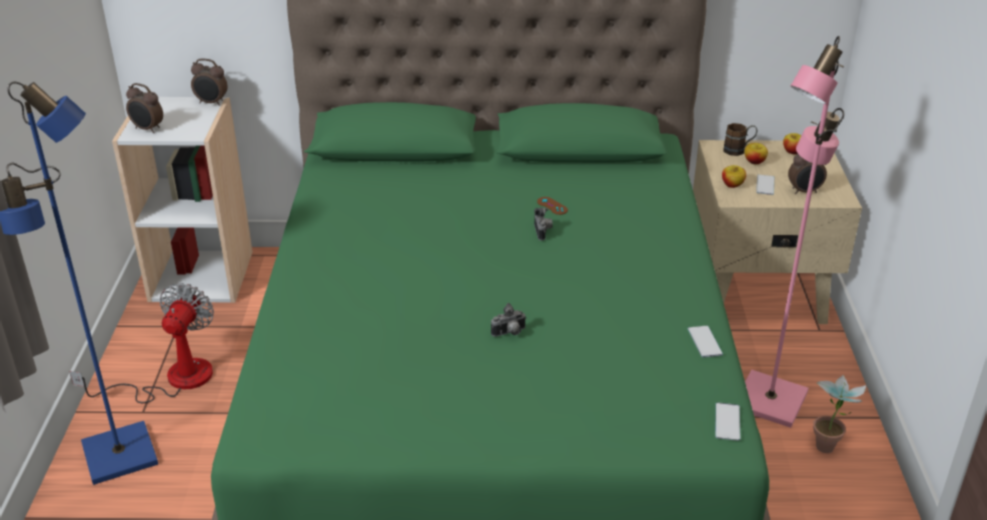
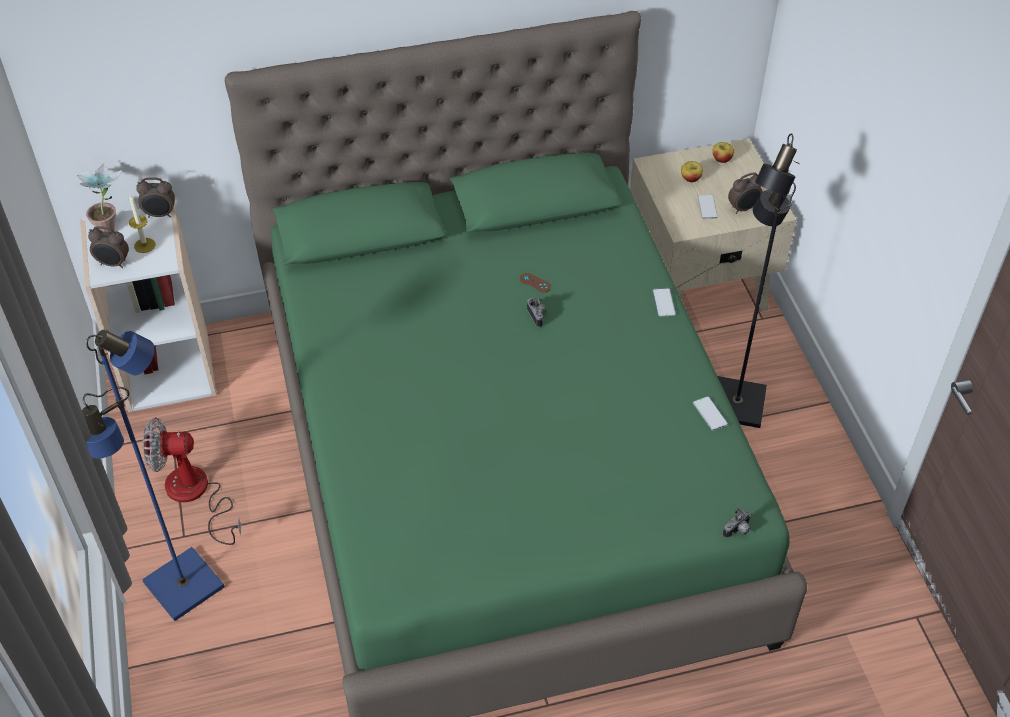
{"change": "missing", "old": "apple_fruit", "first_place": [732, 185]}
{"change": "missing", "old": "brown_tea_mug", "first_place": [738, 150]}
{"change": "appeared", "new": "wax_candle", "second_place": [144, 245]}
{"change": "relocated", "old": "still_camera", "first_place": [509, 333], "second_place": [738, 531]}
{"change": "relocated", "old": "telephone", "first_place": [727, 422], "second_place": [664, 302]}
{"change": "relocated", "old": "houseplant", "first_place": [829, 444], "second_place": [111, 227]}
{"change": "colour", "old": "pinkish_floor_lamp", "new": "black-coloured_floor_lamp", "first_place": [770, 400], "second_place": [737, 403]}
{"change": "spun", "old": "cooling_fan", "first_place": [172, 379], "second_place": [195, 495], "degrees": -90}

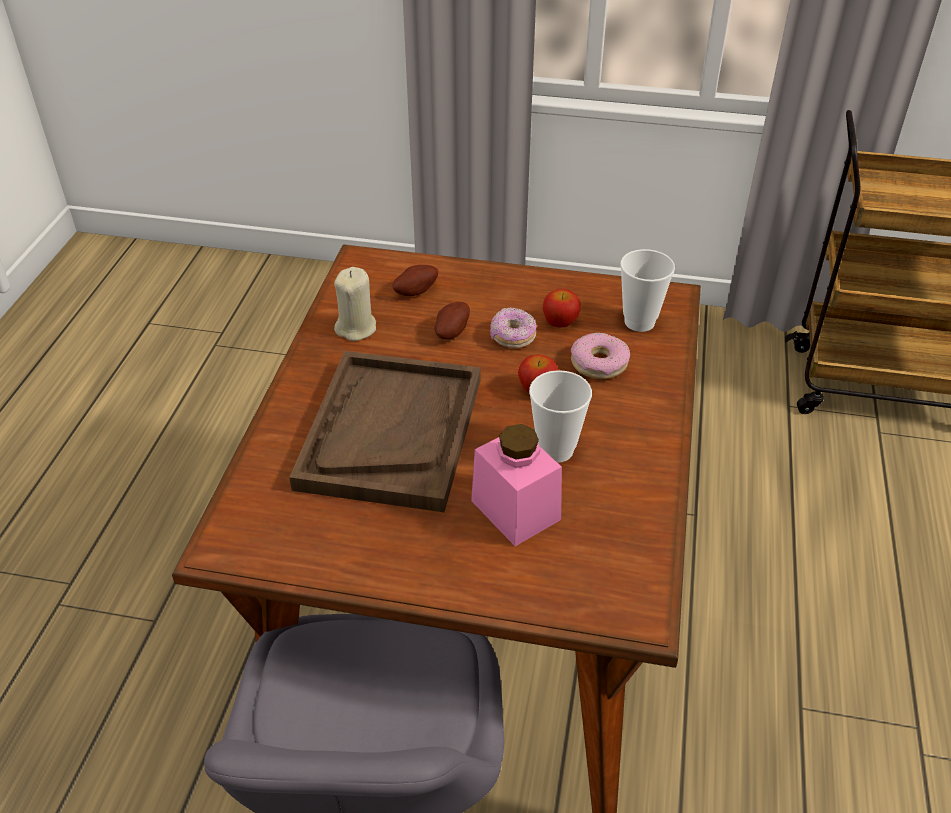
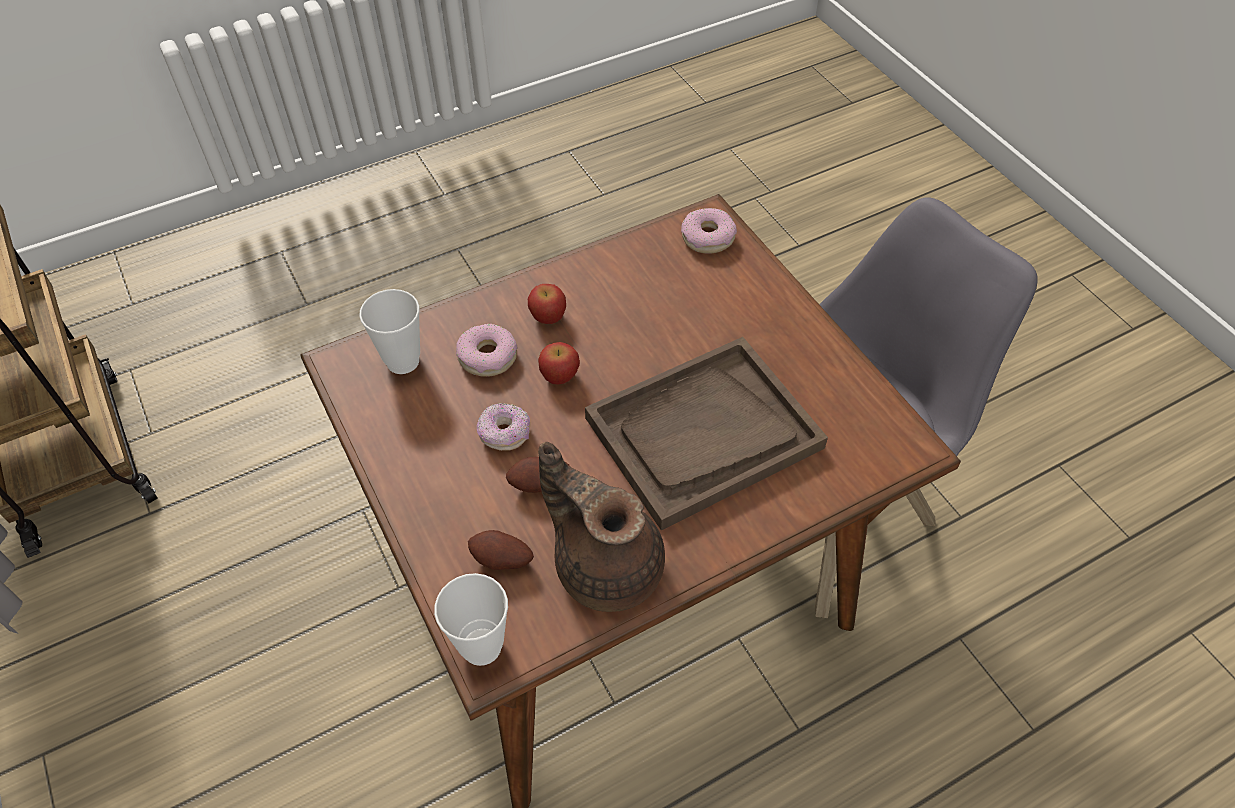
{"change": "missing", "old": "pinkish_preserve_jar", "first_place": [515, 510]}
{"change": "appeared", "new": "ring_doughnut", "second_place": [708, 237]}
{"change": "relocated", "old": "cup", "first_place": [556, 450], "second_place": [481, 646]}
{"change": "relocated", "old": "apple_fruit", "first_place": [560, 322], "second_place": [547, 317]}
{"change": "exchanged", "old": "beige-coloured_wax_candle", "new": "brown_teapot", "first_place": [356, 328], "second_place": [605, 564]}

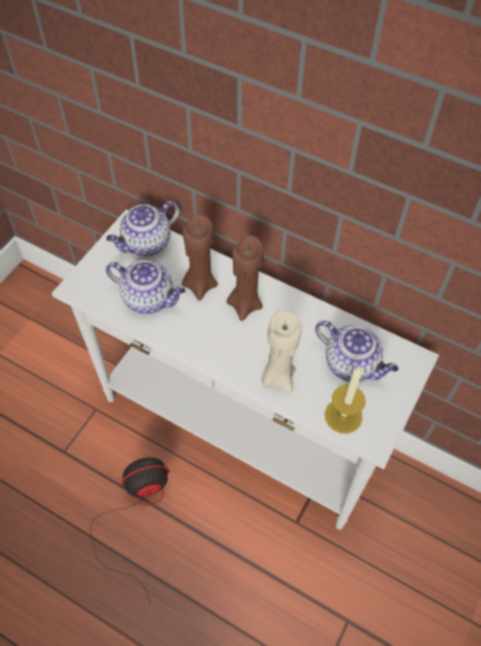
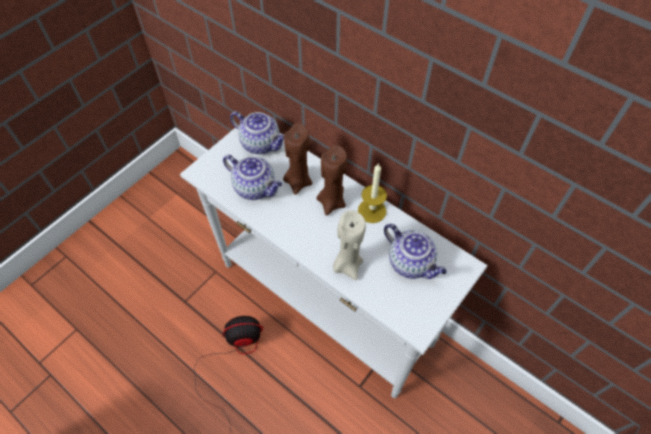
{"change": "relocated", "old": "wax_candle", "first_place": [343, 416], "second_place": [372, 211]}
{"change": "spun", "old": "teapot", "first_place": [146, 244], "second_place": [261, 144], "degrees": -120}

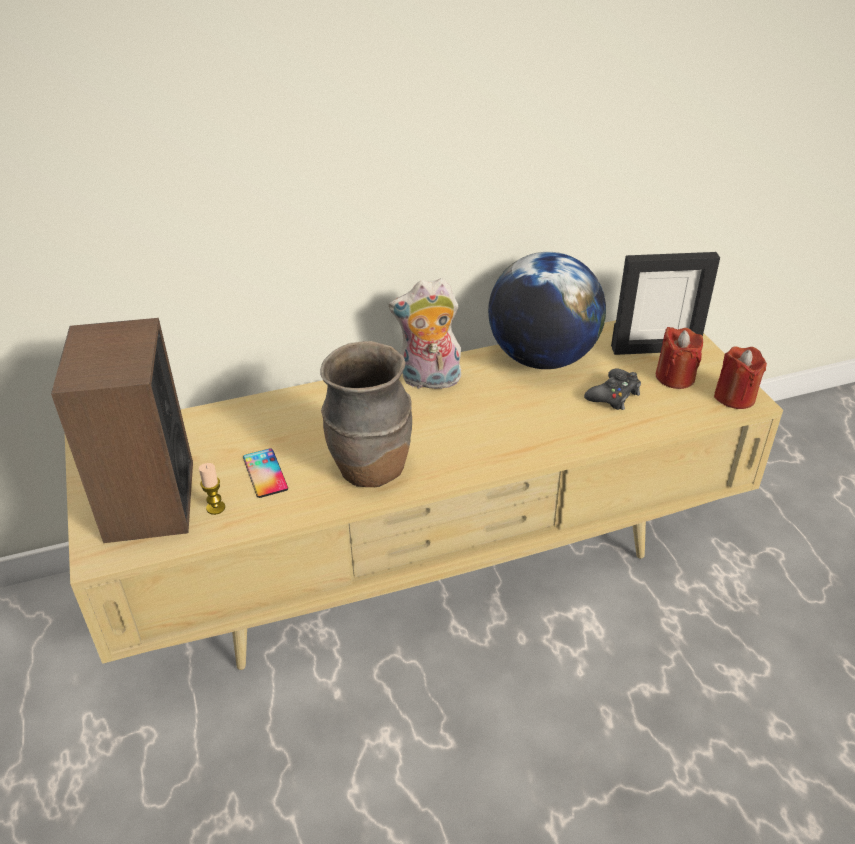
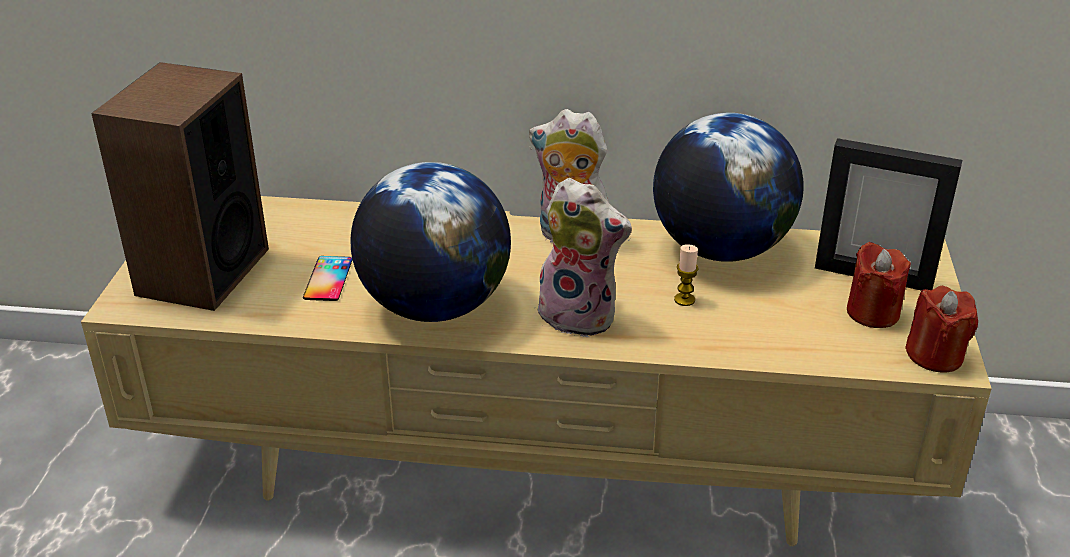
{"change": "missing", "old": "black-coloured_joypad", "first_place": [613, 395]}
{"change": "appeared", "new": "plush_toy", "second_place": [581, 315]}
{"change": "relocated", "old": "wax_candle", "first_place": [215, 508], "second_place": [684, 300]}
{"change": "exchanged", "old": "brown_decorative_vase", "new": "world_globe", "first_place": [370, 470], "second_place": [434, 307]}

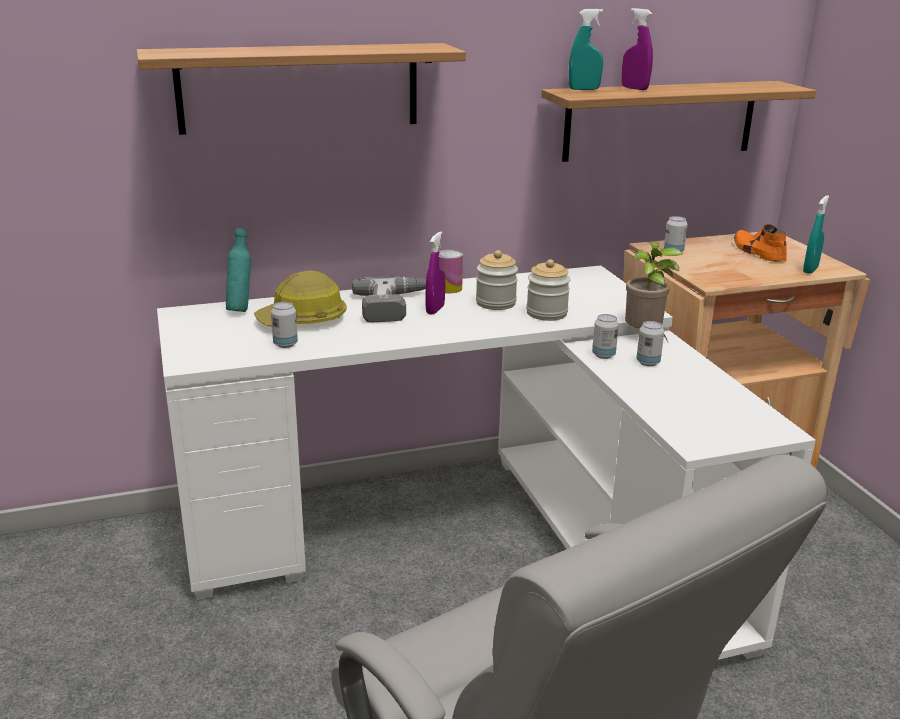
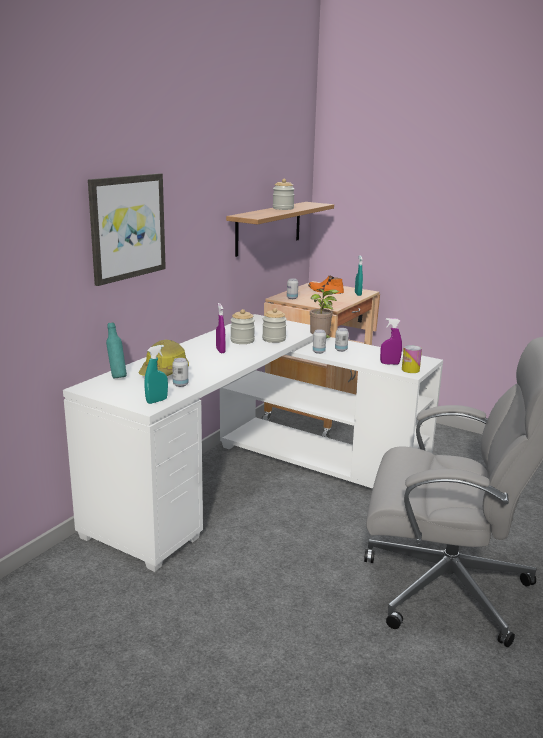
{"change": "missing", "old": "drill", "first_place": [395, 306]}
{"change": "appeared", "new": "preserve_jar", "second_place": [283, 208]}
{"change": "relocated", "old": "can", "first_place": [448, 288], "second_place": [410, 370]}
{"change": "relocated", "old": "turquoise_spray_bottle", "first_place": [584, 89], "second_place": [157, 401]}
{"change": "relocated", "old": "purple-coloured_spray_bottle", "first_place": [634, 88], "second_place": [389, 364]}
{"change": "exchanged", "old": "wall_shelf", "new": "wall_picture", "first_place": [299, 88], "second_place": [127, 227]}

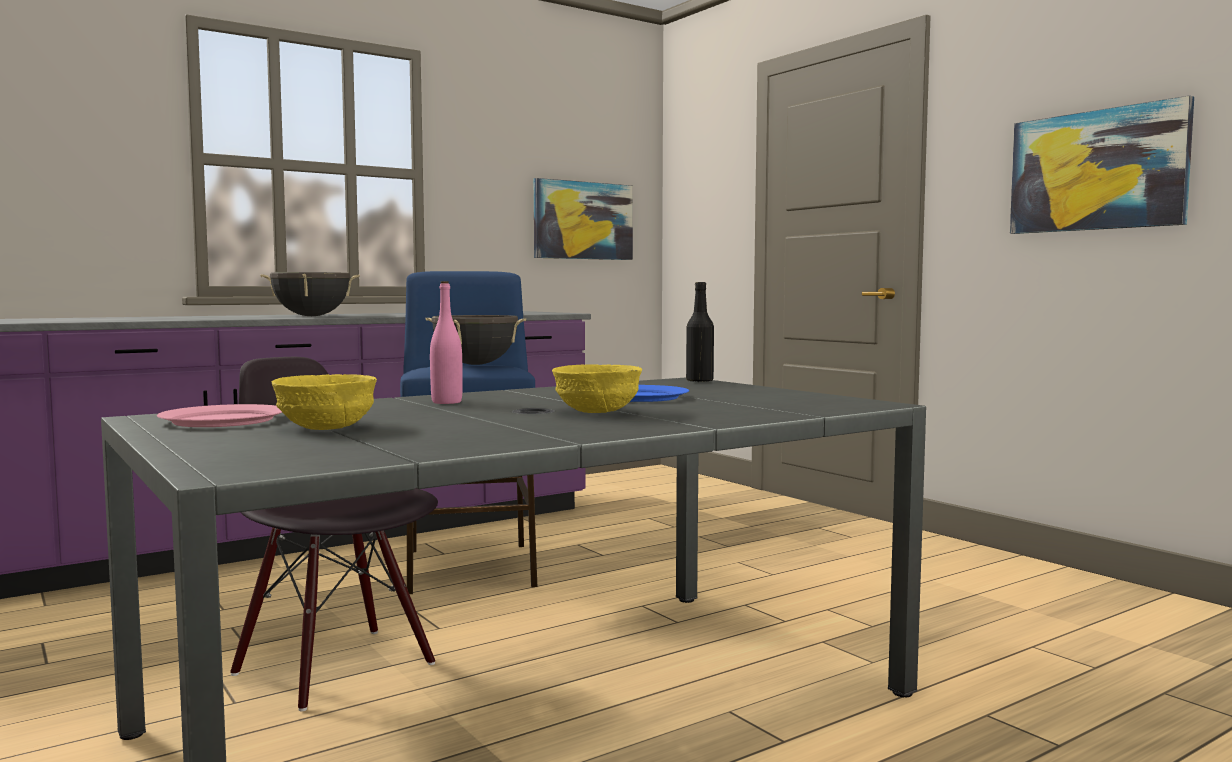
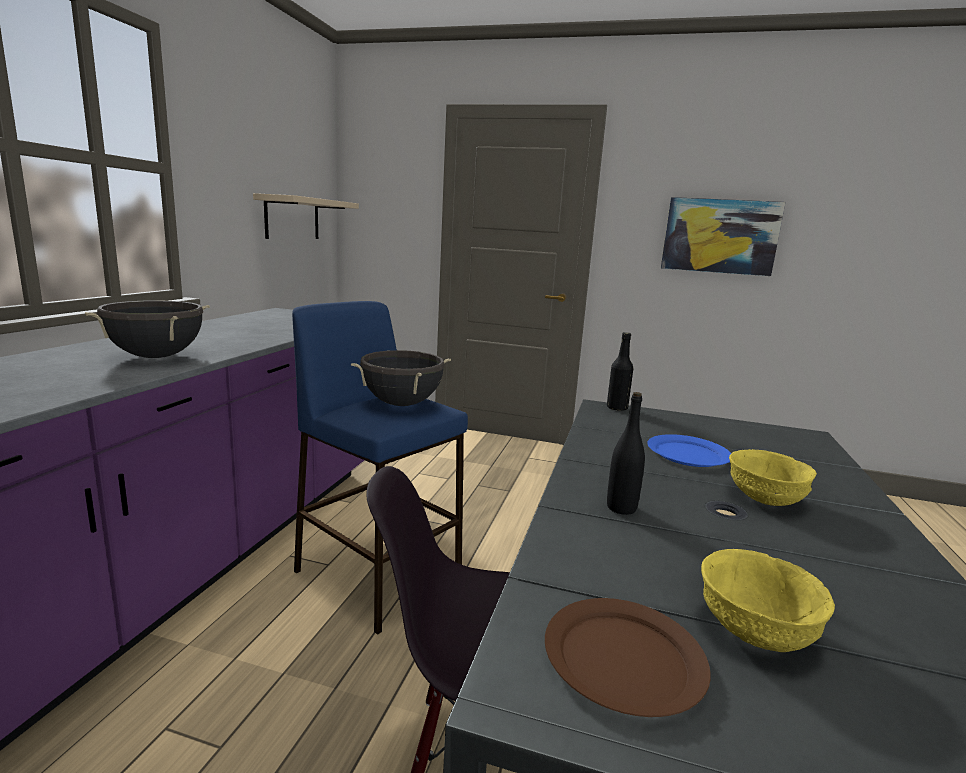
{"change": "exchanged", "old": "wall_picture", "new": "beige-coloured_wall_shelf", "first_place": [583, 220], "second_place": [292, 218]}
{"change": "colour", "old": "pinkish_dinner_plate", "new": "brown_dinner_plate", "first_place": [223, 420], "second_place": [624, 659]}
{"change": "colour", "old": "pinkish_bottle", "new": "black-coloured_bottle", "first_place": [446, 402], "second_place": [621, 508]}

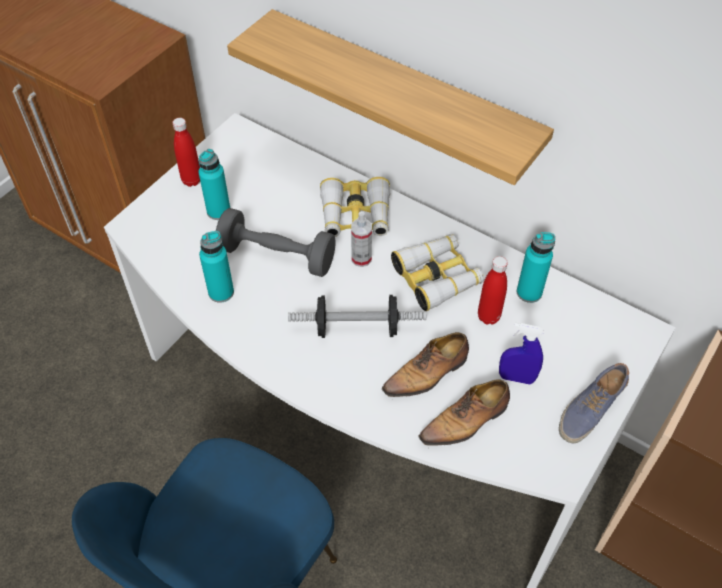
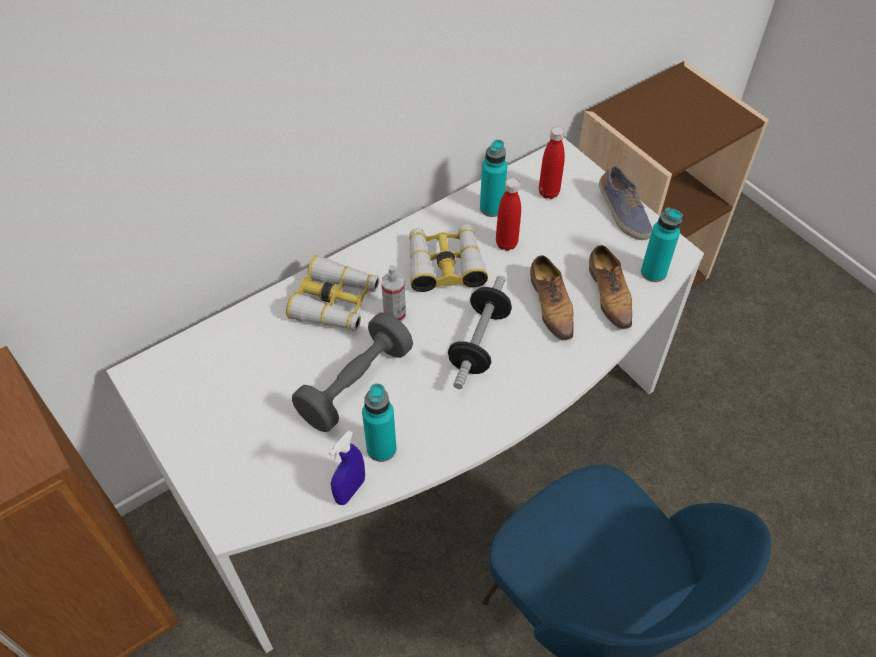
{"change": "missing", "old": "wall_shelf", "first_place": [402, 98]}
{"change": "relocated", "old": "red-coloured_bottle", "first_place": [192, 180], "second_place": [548, 193]}
{"change": "relocated", "old": "turquoise_bottle", "first_place": [218, 211], "second_place": [653, 272]}
{"change": "relocated", "old": "blue_spray_bottle", "first_place": [516, 378], "second_place": [350, 490]}

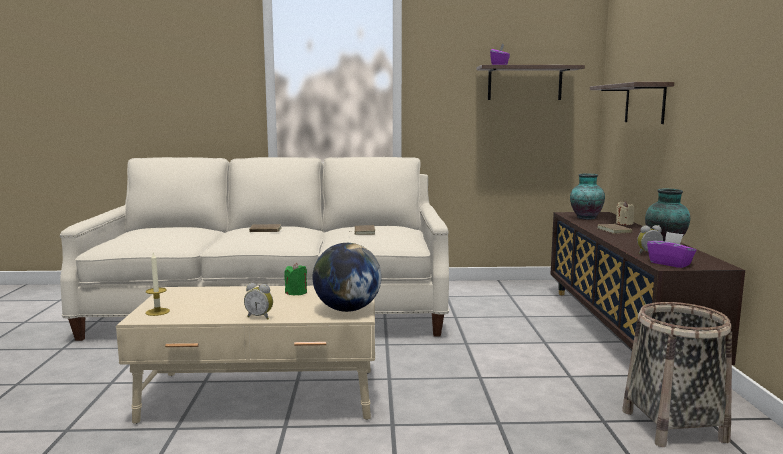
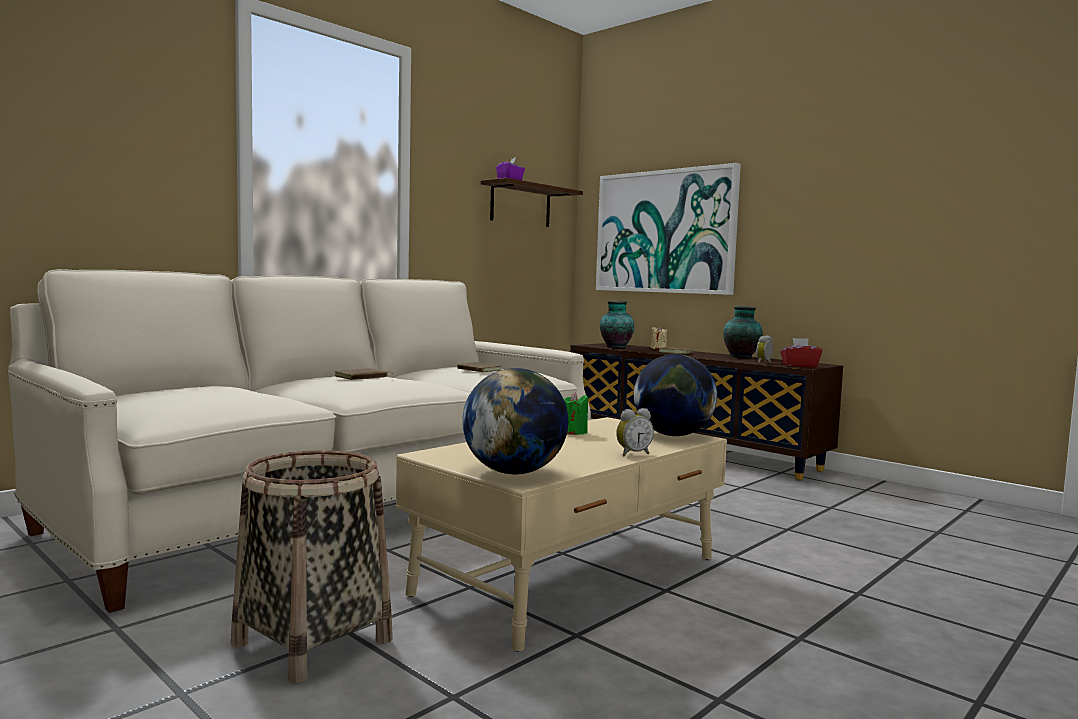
{"change": "relocated", "old": "basket", "first_place": [673, 426], "second_place": [313, 642]}
{"change": "exchanged", "old": "wax_candle", "new": "world_globe", "first_place": [157, 312], "second_place": [514, 472]}
{"change": "exchanged", "old": "wall_shelf", "new": "wall_picture", "first_place": [644, 103], "second_place": [664, 232]}
{"change": "colour", "old": "purple-coloured_tissue_holder", "new": "red-coloured_tissue_holder", "first_place": [670, 263], "second_place": [799, 366]}

